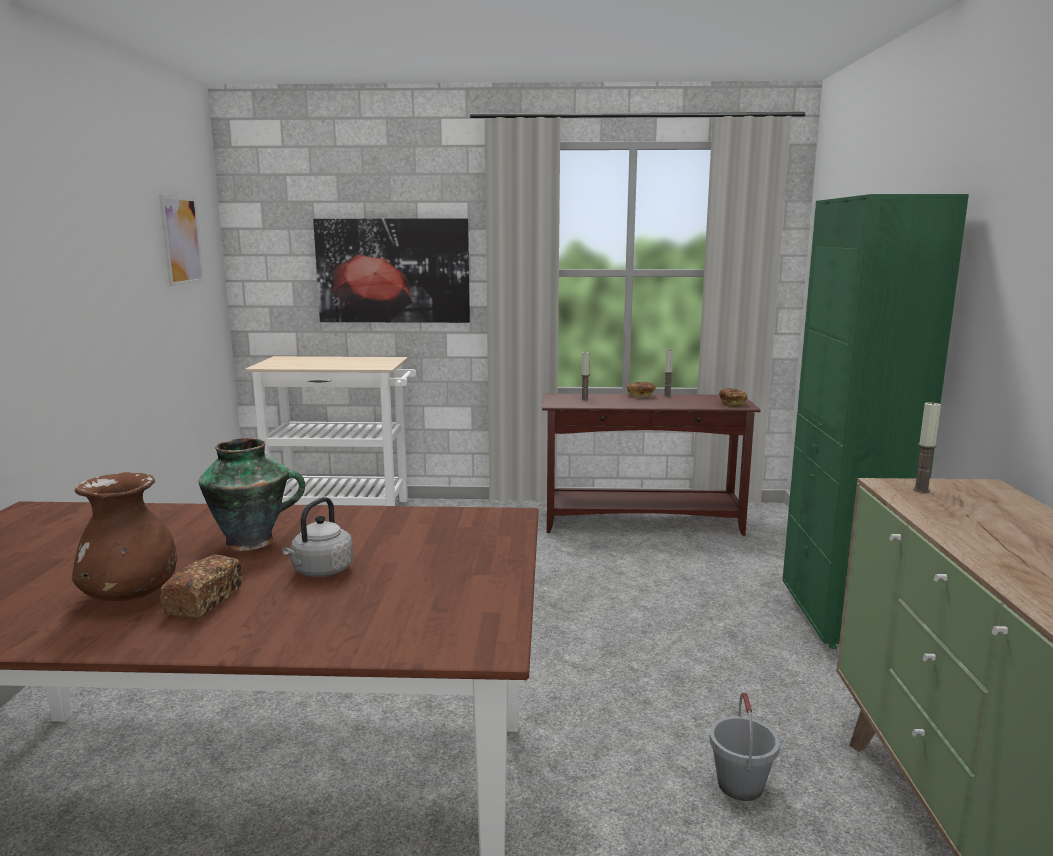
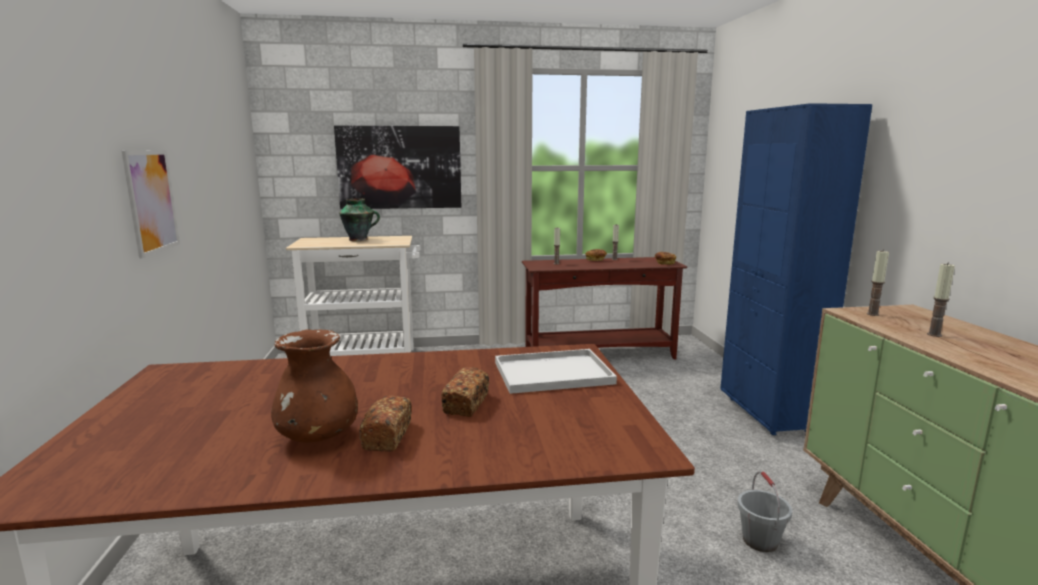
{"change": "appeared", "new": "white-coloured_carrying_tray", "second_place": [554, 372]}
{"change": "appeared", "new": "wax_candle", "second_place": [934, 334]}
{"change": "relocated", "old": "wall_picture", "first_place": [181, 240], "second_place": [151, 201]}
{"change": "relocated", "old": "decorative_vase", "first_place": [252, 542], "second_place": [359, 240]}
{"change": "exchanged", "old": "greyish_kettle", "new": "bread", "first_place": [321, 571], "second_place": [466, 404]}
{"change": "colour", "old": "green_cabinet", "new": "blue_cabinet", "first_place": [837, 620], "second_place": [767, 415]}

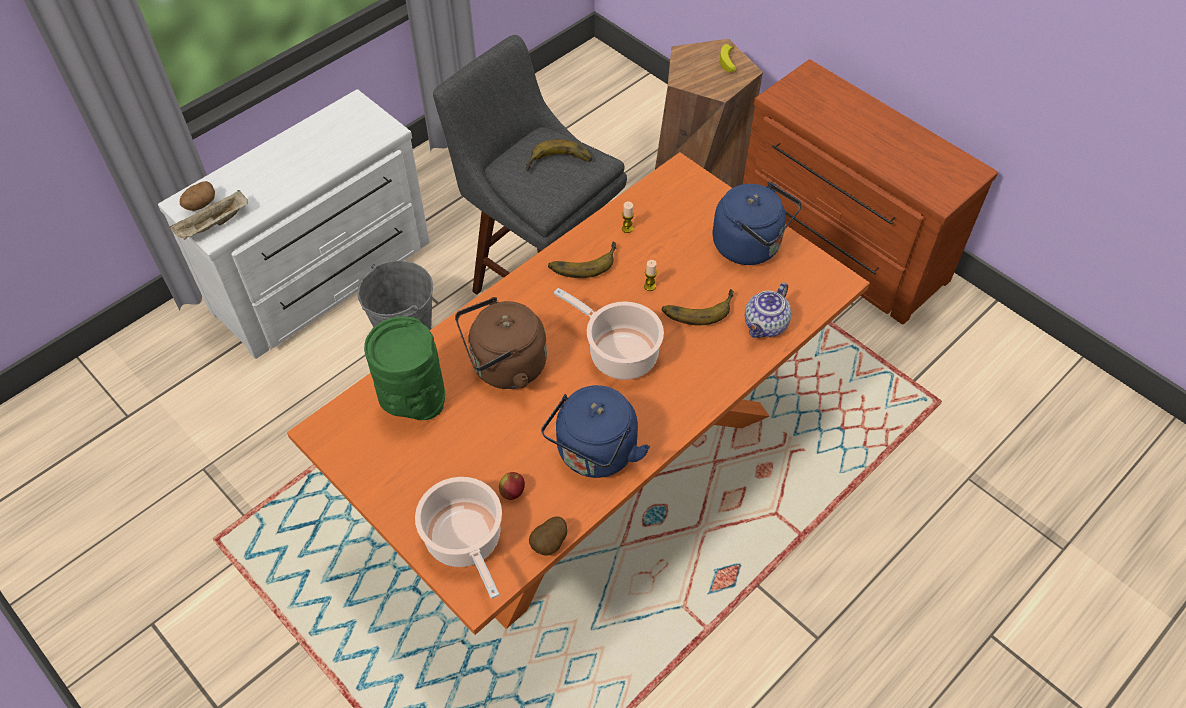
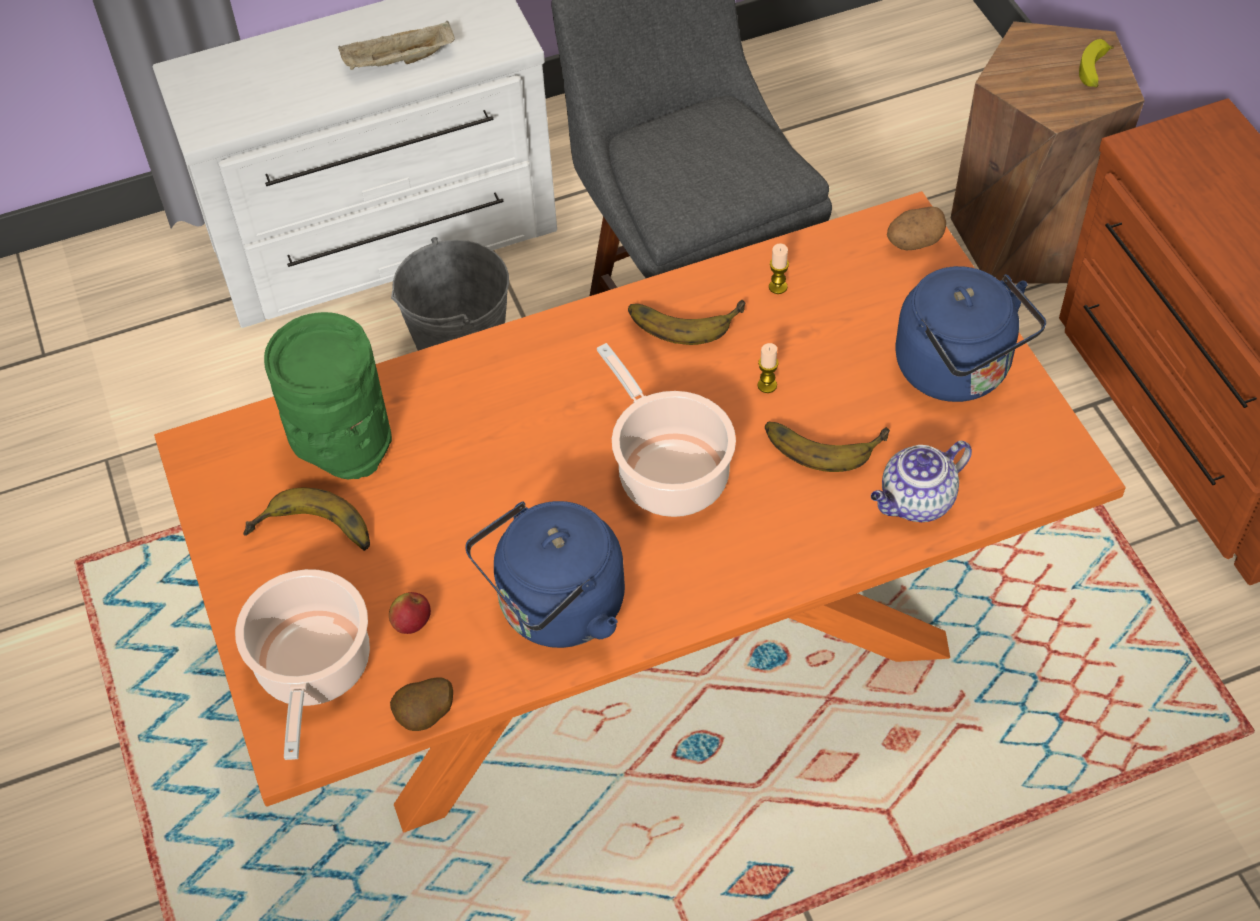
{"change": "missing", "old": "brown_kettle", "first_place": [504, 367]}
{"change": "relocated", "old": "beige-coloured_carrying_tray", "first_place": [213, 225], "second_place": [398, 62]}
{"change": "relocated", "old": "potato", "first_place": [200, 204], "second_place": [914, 242]}
{"change": "relocated", "old": "banana_fruit", "first_place": [559, 164], "second_place": [311, 537]}

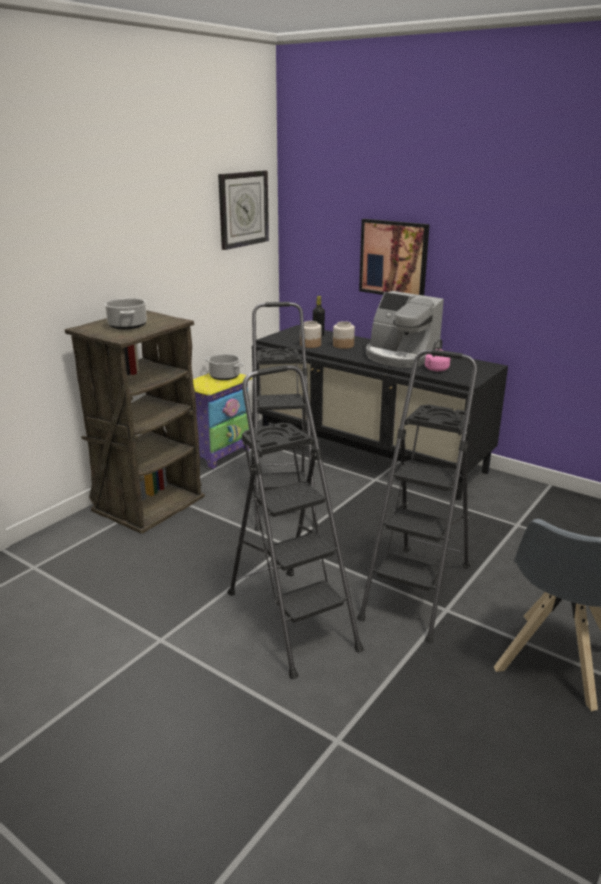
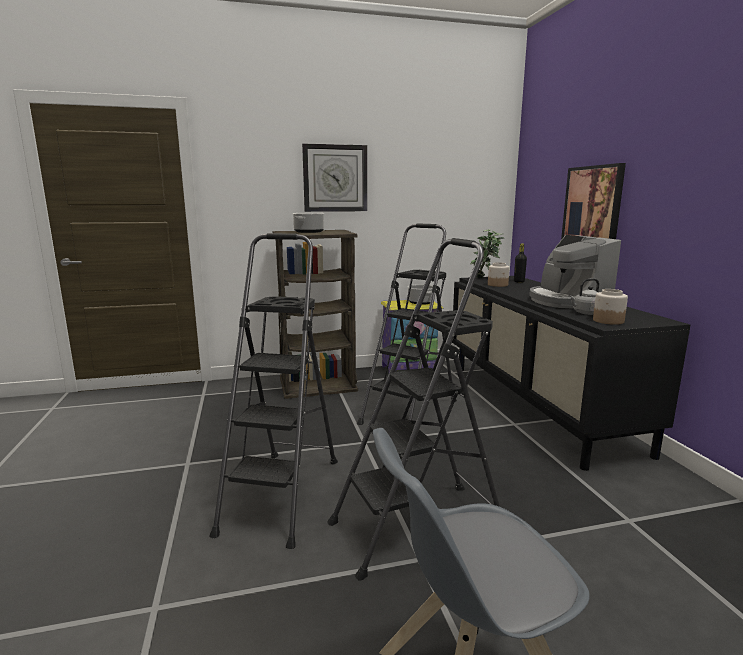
{"change": "appeared", "new": "houseplant", "second_place": [485, 278]}
{"change": "relocated", "old": "hanging_clock", "first_place": [243, 209], "second_place": [335, 178]}
{"change": "relocated", "old": "preserve_jar", "first_place": [343, 345], "second_place": [607, 321]}
{"change": "colour", "old": "pinkish_kettle", "new": "greyish_kettle", "first_place": [436, 370], "second_place": [585, 313]}

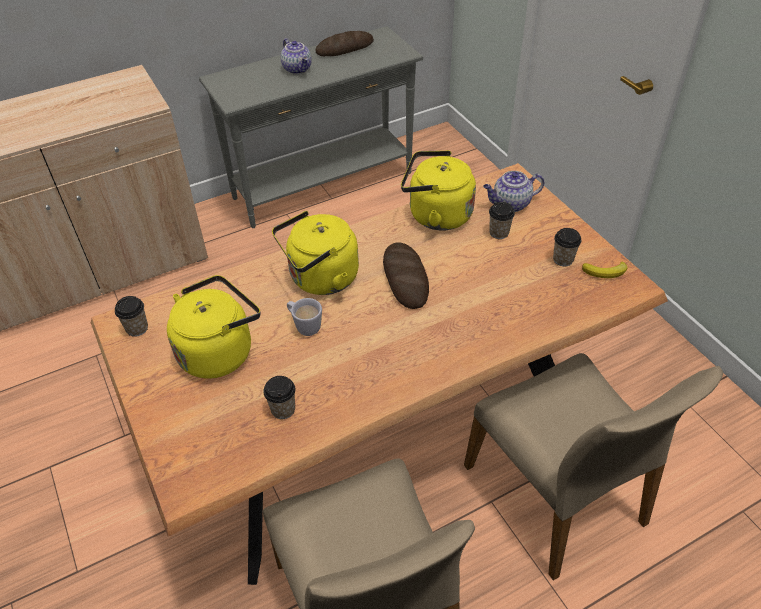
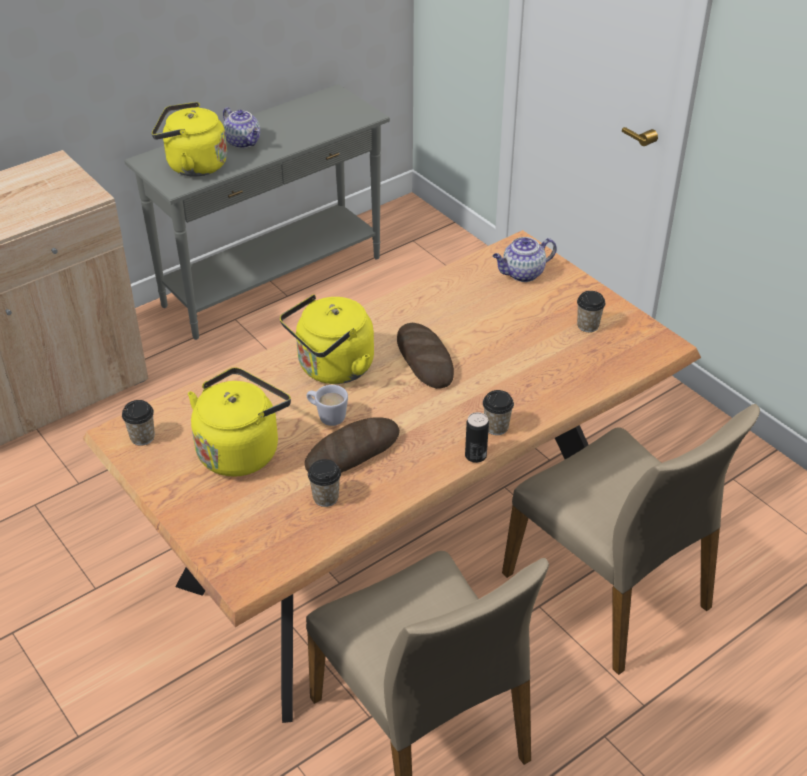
{"change": "missing", "old": "banana_fruit", "first_place": [605, 272]}
{"change": "appeared", "new": "can", "second_place": [475, 455]}
{"change": "relocated", "old": "bread", "first_place": [345, 48], "second_place": [352, 451]}
{"change": "relocated", "old": "yellow_kettle", "first_place": [436, 215], "second_place": [193, 165]}
{"change": "relocated", "old": "cup", "first_place": [499, 233], "second_place": [496, 427]}

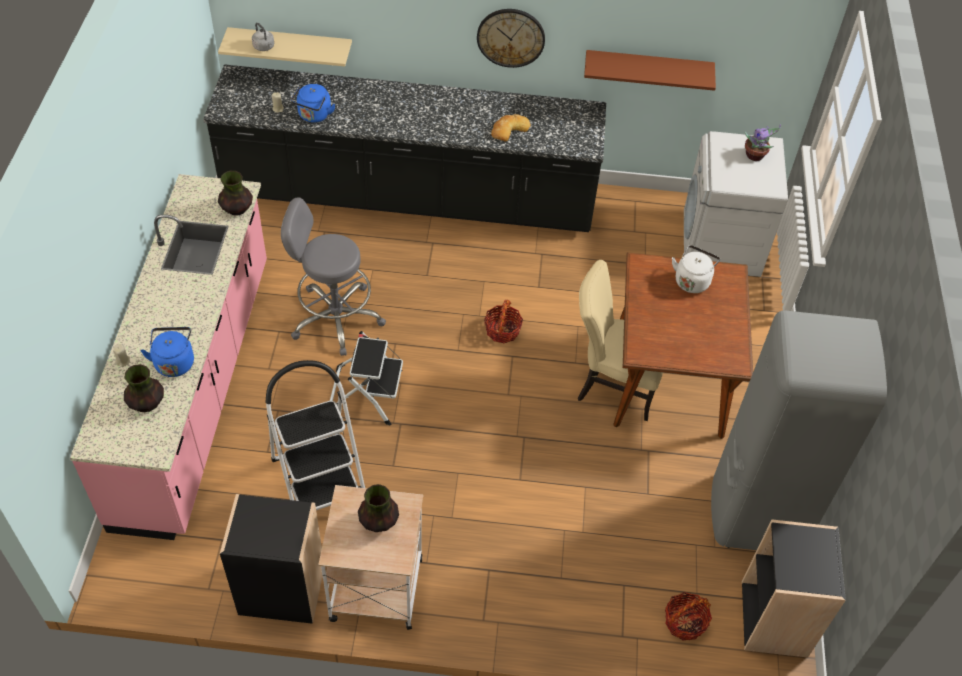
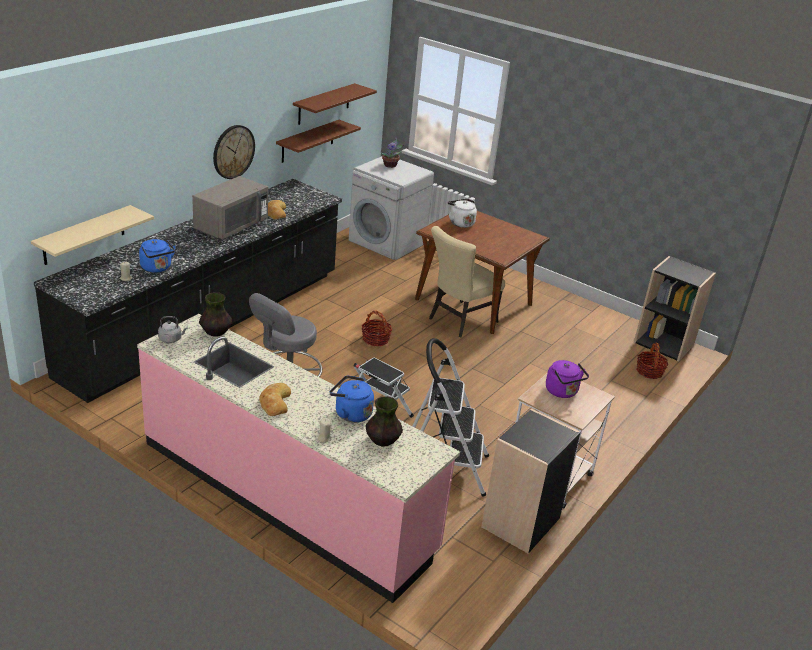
{"change": "missing", "old": "greyish_kitchen_fridge", "first_place": [753, 513]}
{"change": "appeared", "new": "greyish_kitchen_microwave", "second_place": [231, 226]}
{"change": "appeared", "new": "bread", "second_place": [274, 402]}
{"change": "appeared", "new": "brown_wall_shelf", "second_place": [324, 104]}
{"change": "relocated", "old": "greyish_kettle", "first_place": [264, 47], "second_place": [171, 339]}
{"change": "exchanged", "old": "decorative_vase", "new": "purple-coloured_kettle", "first_place": [378, 521], "second_place": [563, 392]}

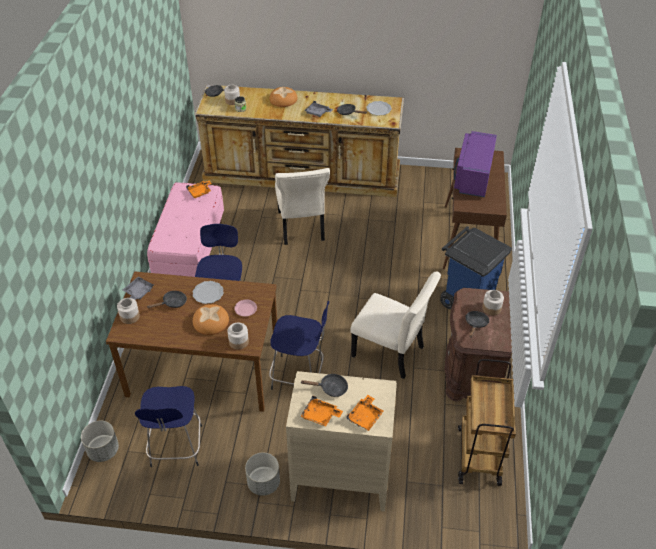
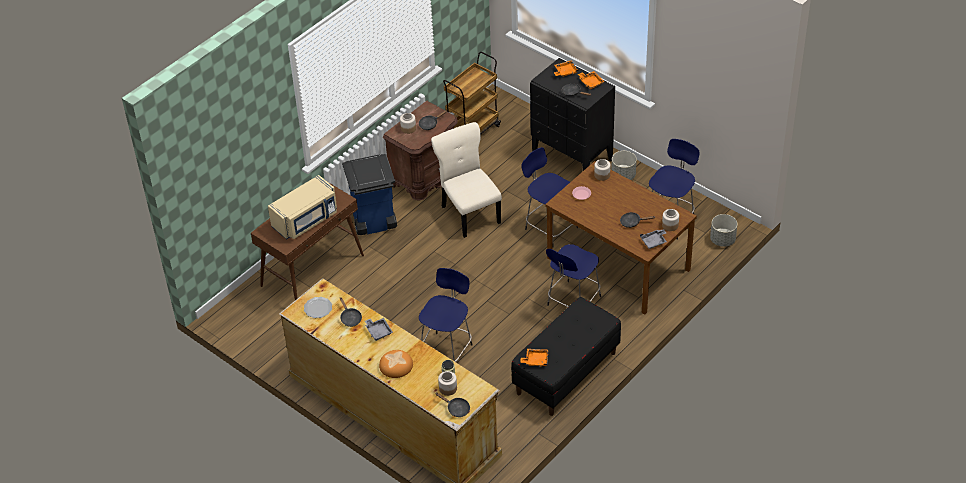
{"change": "missing", "old": "dinner_plate", "first_place": [208, 293]}
{"change": "missing", "old": "bread", "first_place": [211, 322]}
{"change": "exchanged", "old": "beige-coloured_plain_chair", "new": "blue_stool", "first_place": [301, 228], "second_place": [447, 351]}
{"change": "colour", "old": "pinkish_bench", "new": "black-coloured_bench", "first_place": [190, 252], "second_place": [566, 373]}
{"change": "colour", "old": "beige-coloured_drawer_chest", "new": "black-coloured_drawer_chest", "first_place": [340, 478], "second_place": [571, 158]}
{"change": "colour", "old": "purple-coloured_kitchen_microwave", "new": "beige-coloured_kitchen_microwave", "first_place": [473, 177], "second_place": [306, 220]}

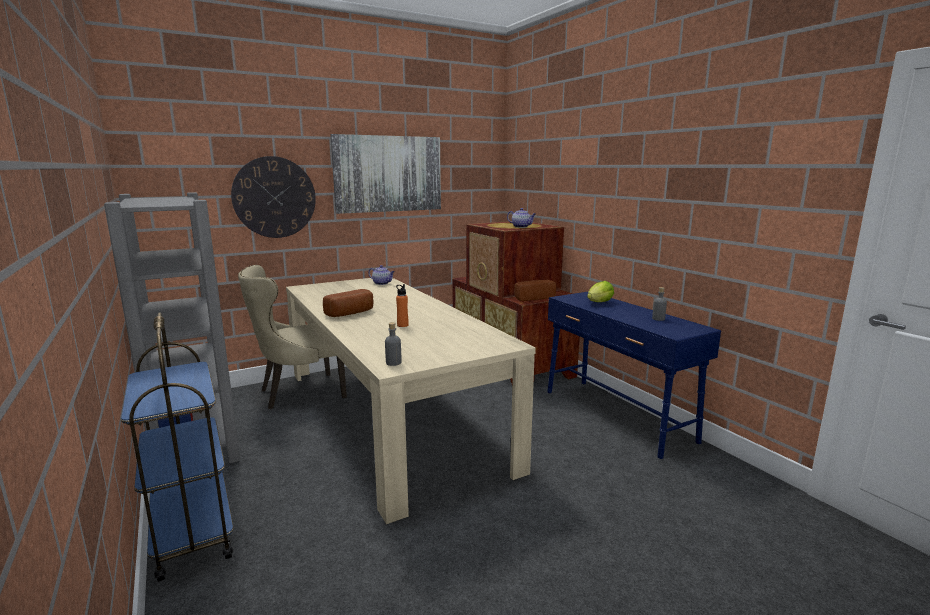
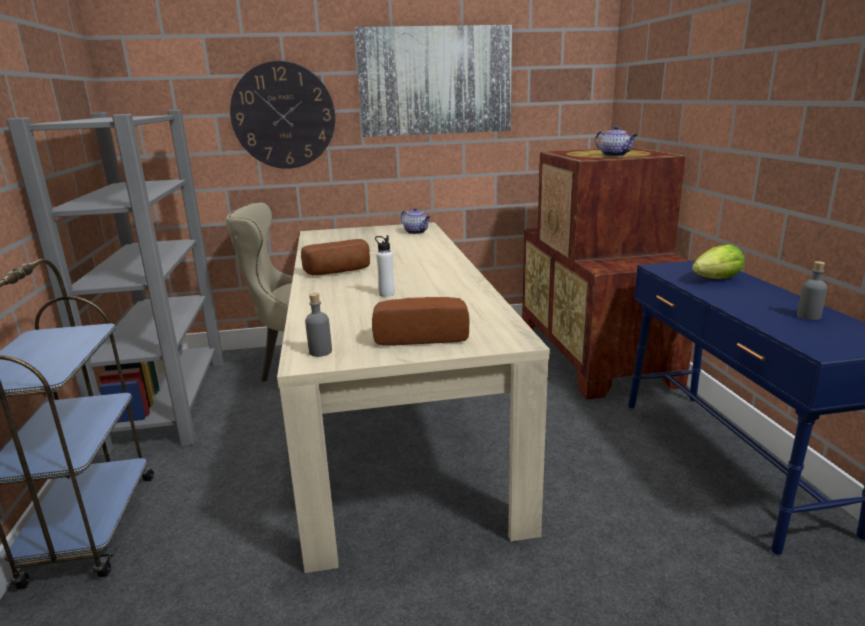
{"change": "relocated", "old": "bread", "first_place": [532, 298], "second_place": [421, 336]}
{"change": "colour", "old": "orangey_bottle", "new": "white-coloured_bottle", "first_place": [402, 325], "second_place": [386, 294]}

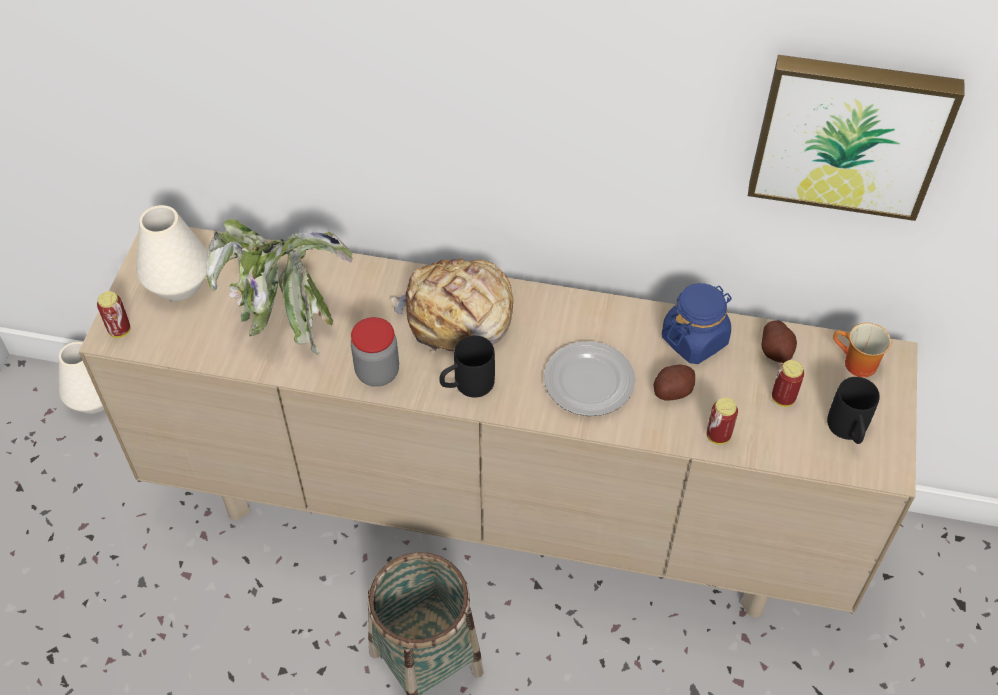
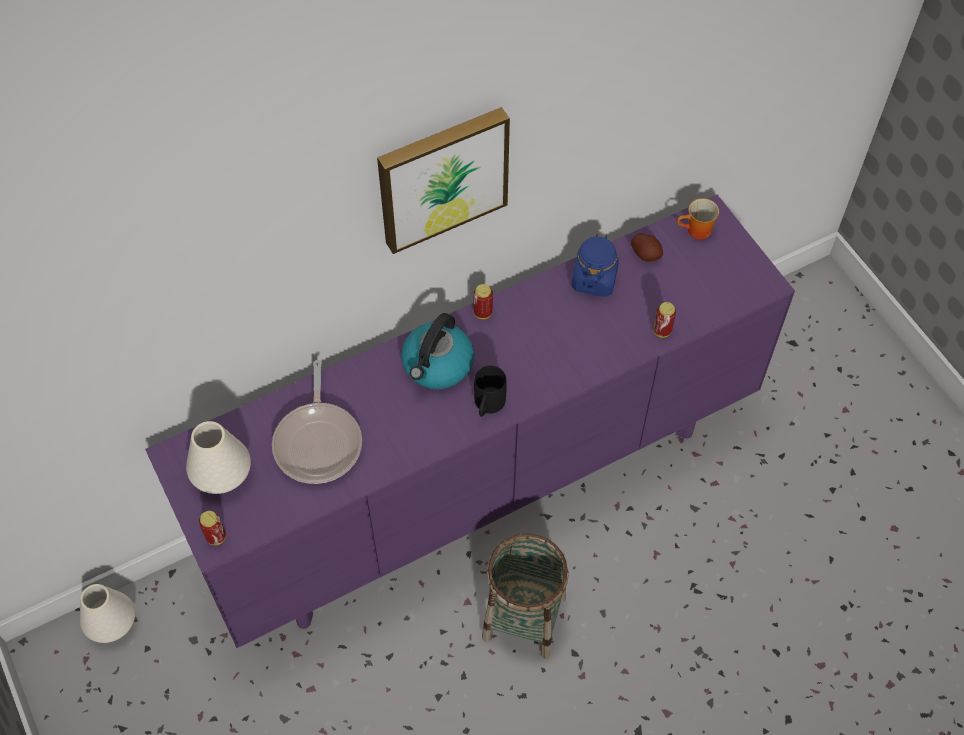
{"change": "missing", "old": "preserve_jar", "first_place": [377, 372]}
{"change": "missing", "old": "dinner_plate", "first_place": [590, 382]}
{"change": "missing", "old": "potato", "first_place": [672, 390]}
{"change": "missing", "old": "black-coloured_tea_mug", "first_place": [848, 432]}
{"change": "relocated", "old": "wall_picture", "first_place": [850, 133], "second_place": [441, 176]}
{"change": "relocated", "old": "can", "first_place": [783, 398], "second_place": [483, 313]}
{"change": "exchanged", "old": "houseplant", "new": "frying_pan", "first_place": [285, 311], "second_place": [319, 441]}
{"change": "exchanged", "old": "bread", "new": "kettle", "first_place": [458, 317], "second_place": [437, 365]}
{"change": "colour", "old": "beige-coloured_cabinet", "new": "purple-coloured_cabinet", "first_place": [500, 512], "second_place": [481, 486]}

